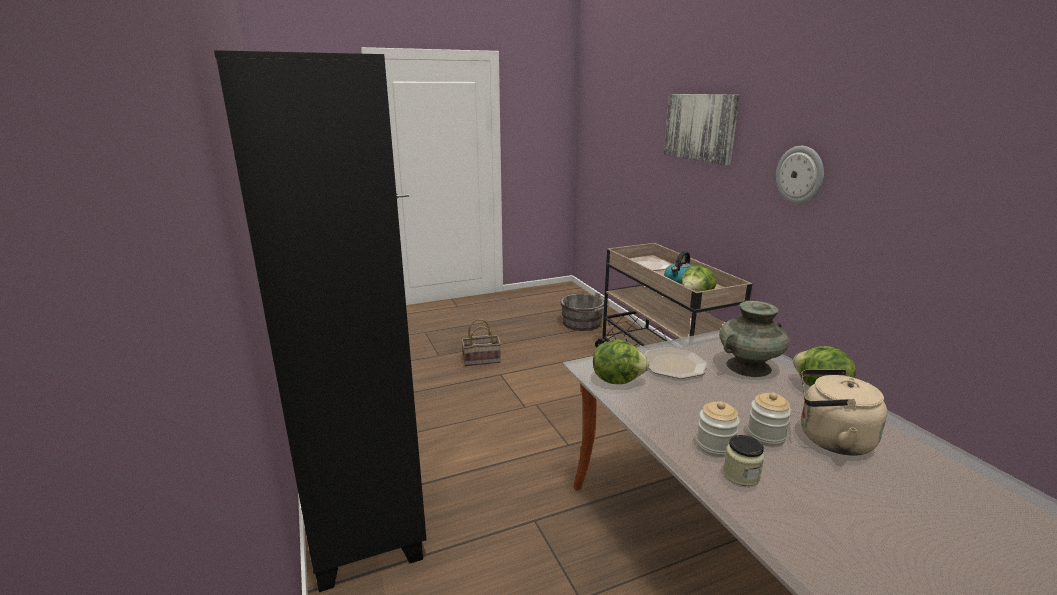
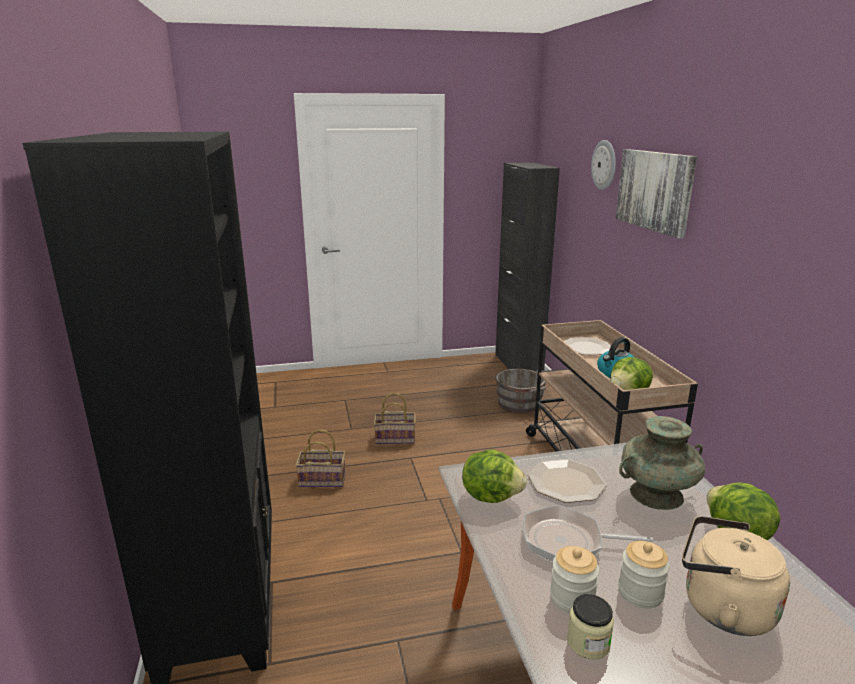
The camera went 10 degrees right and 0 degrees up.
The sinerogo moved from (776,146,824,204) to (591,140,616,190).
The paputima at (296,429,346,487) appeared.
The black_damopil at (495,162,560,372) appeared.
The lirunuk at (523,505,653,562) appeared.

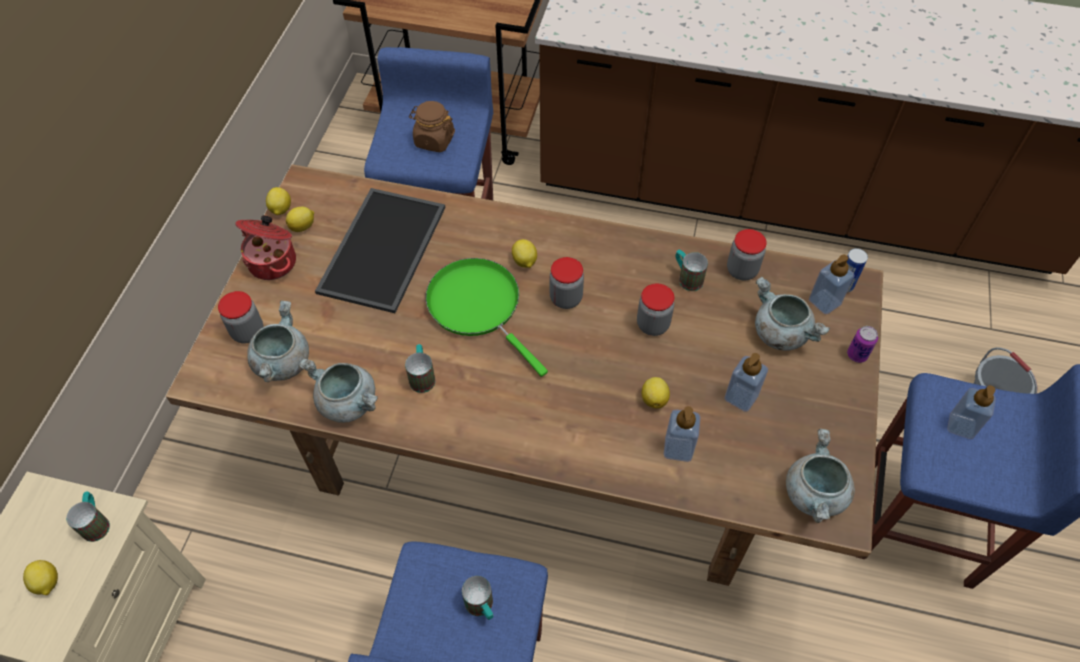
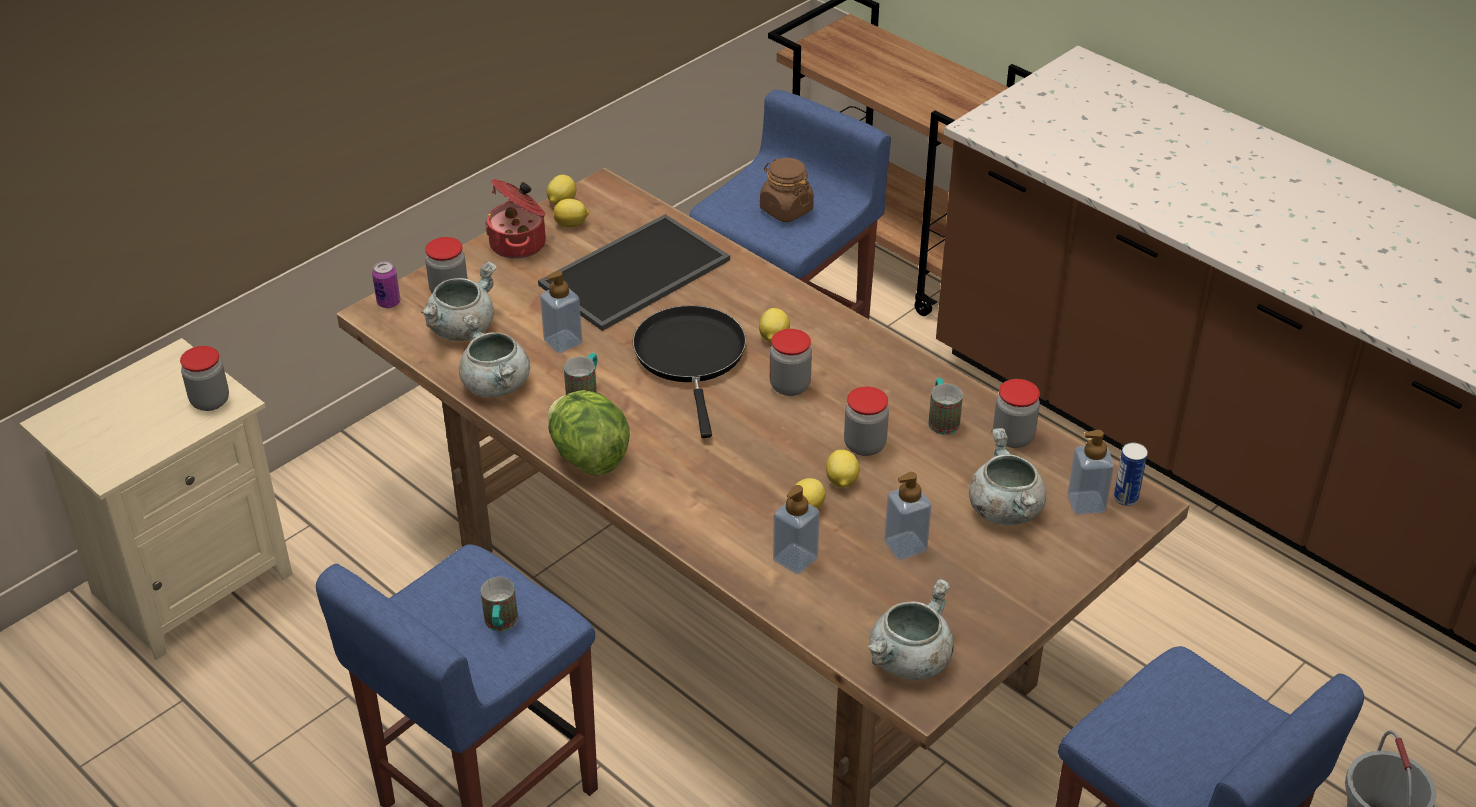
The camera went 30 degrees right and 15 degrees down.
The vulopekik moved from (23,560,58,595) to (826,450,860,488).
The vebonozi at (66,492,110,542) was replaced by the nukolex at (180,346,229,411).
The green_lirunuk at (426,258,548,377) became the black_lirunuk at (633,305,746,438).
The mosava moved from (847,326,878,363) to (372,261,400,308).
The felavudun moved from (947,385,996,439) to (540,271,582,353).
The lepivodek at (548,390,630,476) appeared.

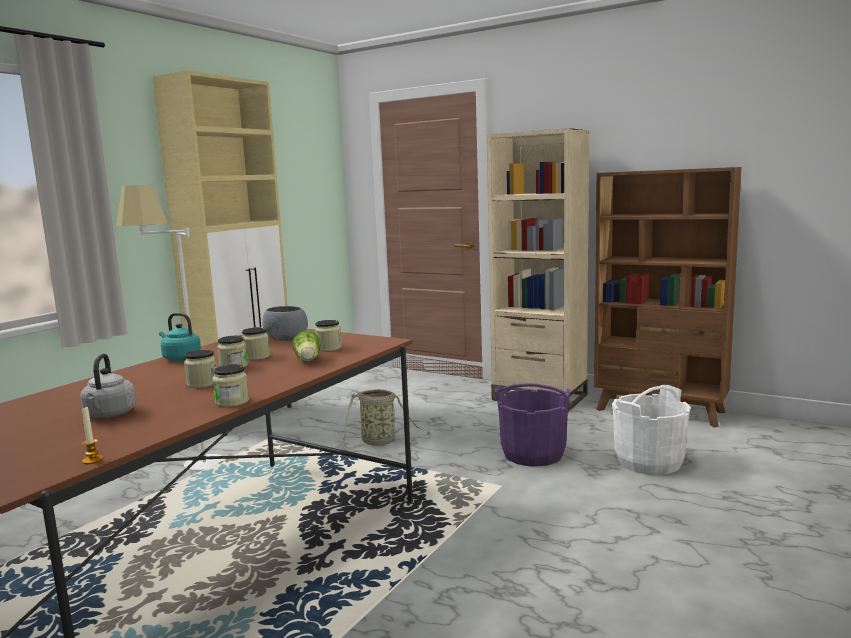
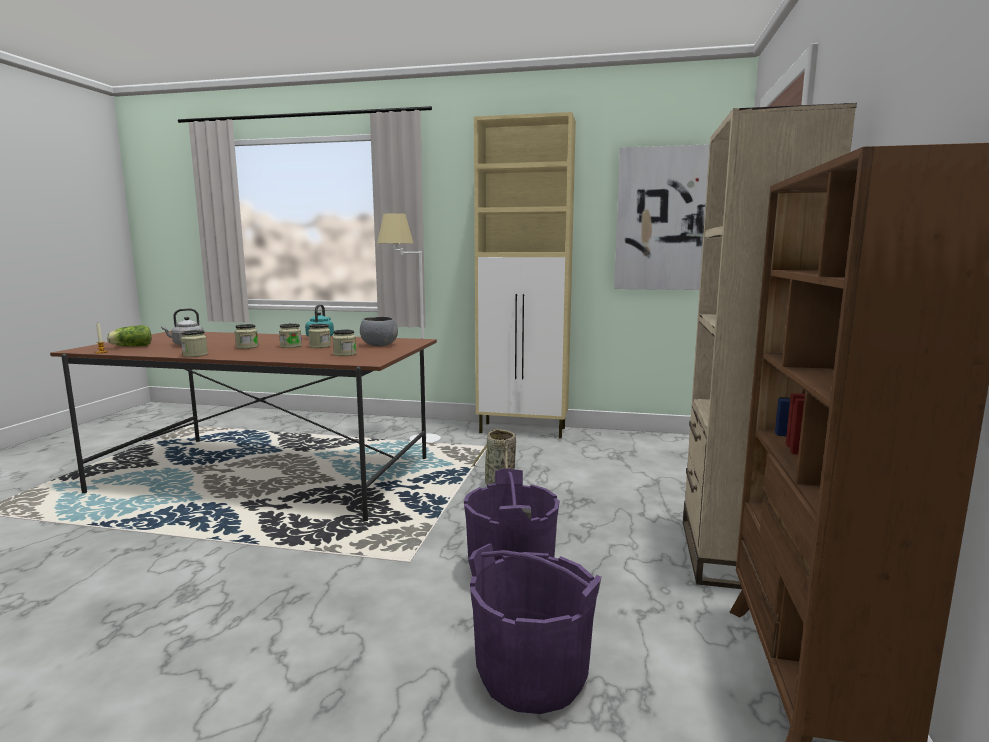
The camera went 70 degrees right and 0 degrees up.
The lepivodek moved from (293,330,321,361) to (107,325,152,347).
The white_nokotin at (612,385,690,475) became the purple_nokotin at (469,544,602,714).
The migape at (614,144,710,290) appeared.

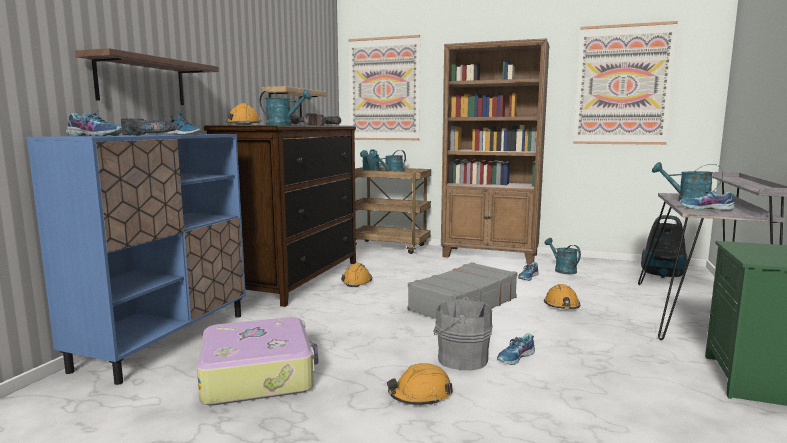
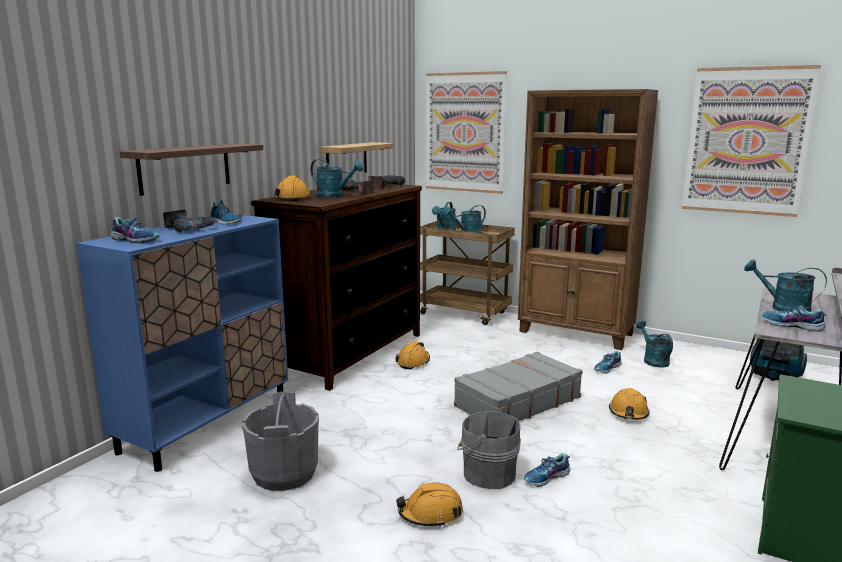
The camera went 10 degrees right and 5 degrees up.
The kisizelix at (197,317,318,406) was replaced by the grey_nokotin at (242,392,319,491).

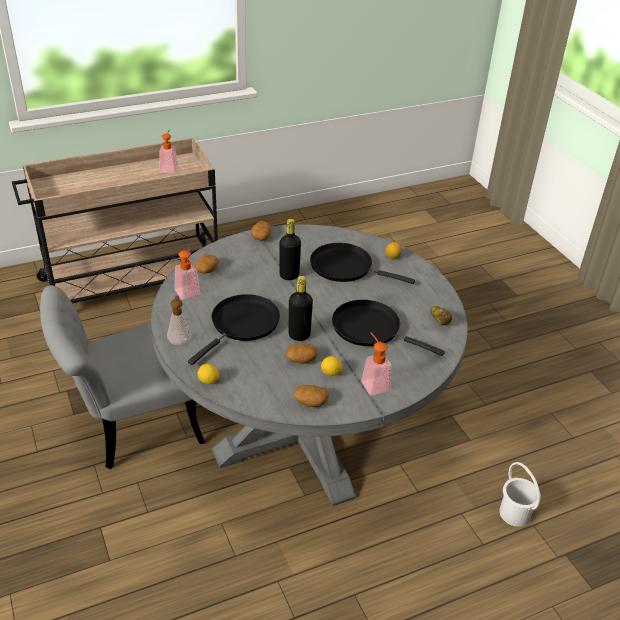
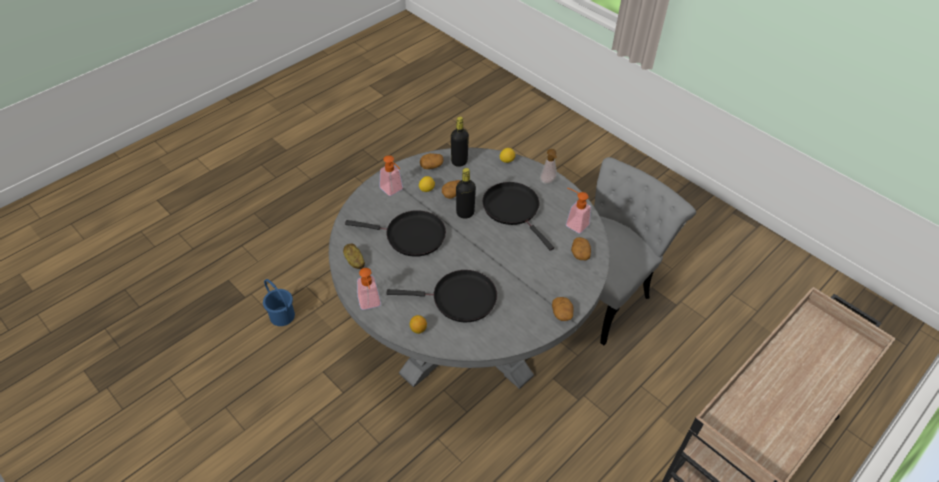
The camera went 160 degrees right and 10 degrees up.
The felavudun moved from (159,129,178,173) to (357,268,381,310).
The black_lirunuk at (188,294,280,365) turned 135 degrees clockwise.
The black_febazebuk moved from (279,219,301,280) to (451,117,469,167).
The white_nokotin at (499,462,541,527) became the blue_nokotin at (263,279,295,326).

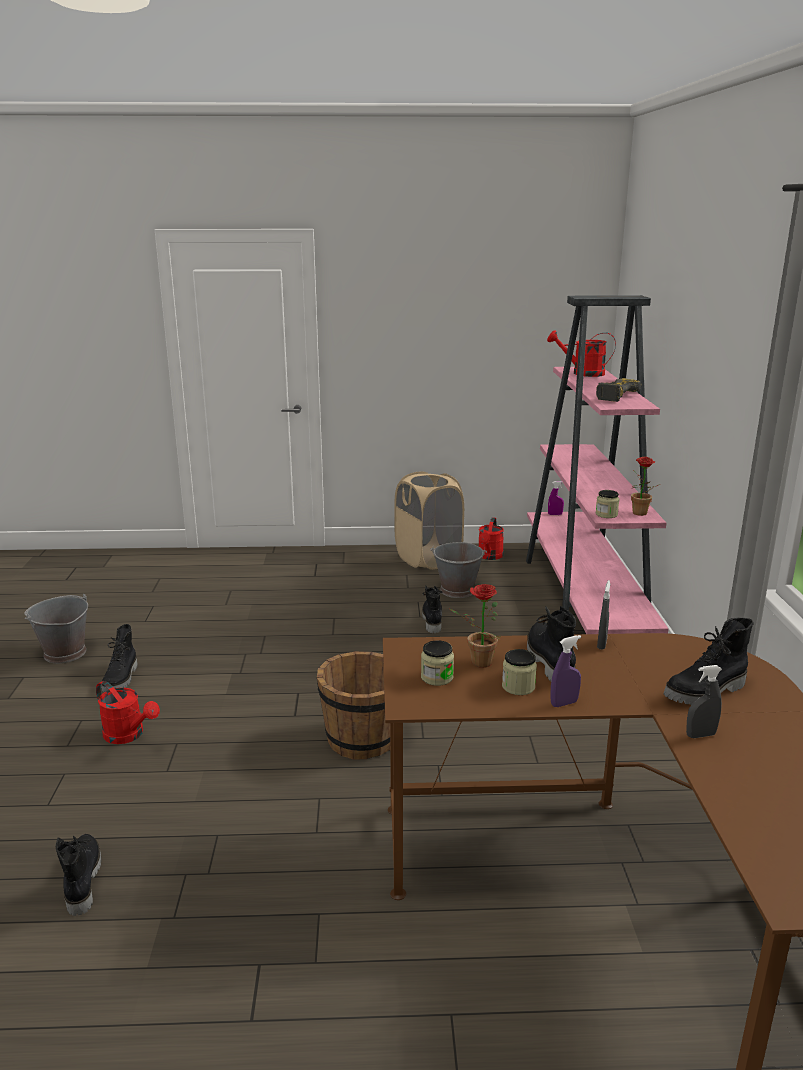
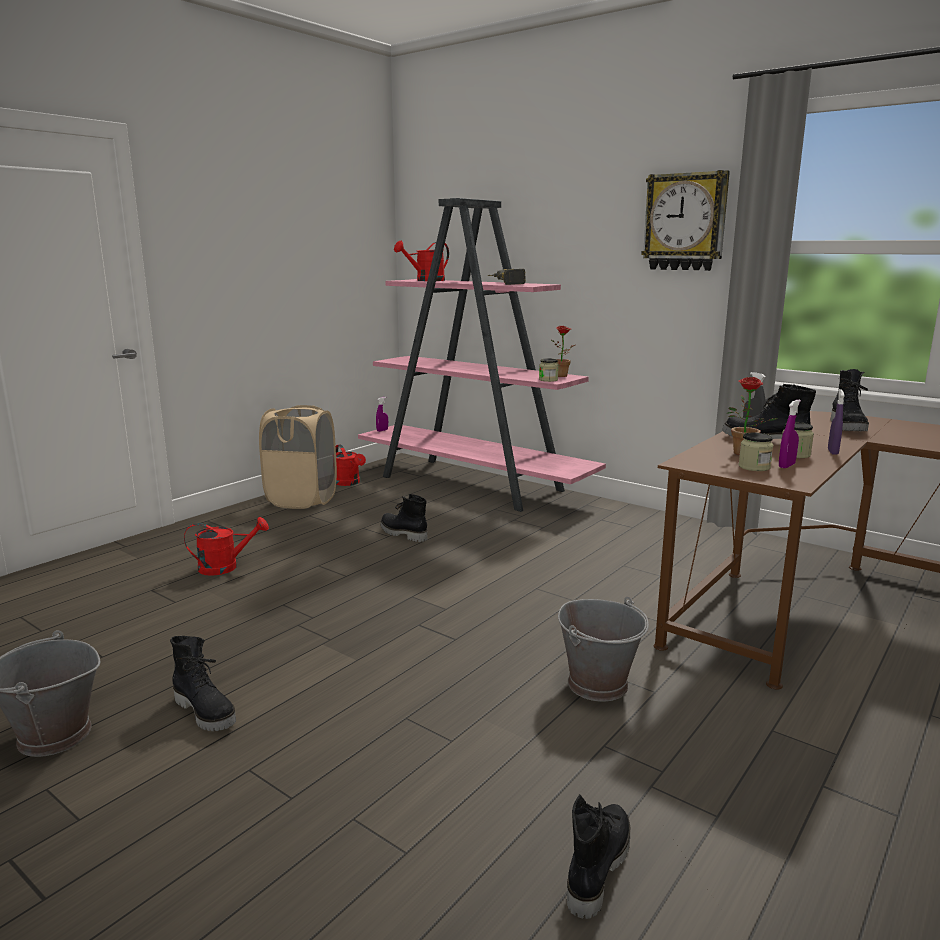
The camera went 50 degrees left and 5 degrees down.
The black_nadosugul at (56,834,101,916) turned 90 degrees clockwise.
The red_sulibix moved from (96,681,160,744) to (184,517,269,576).
The brown_nokotin at (317,651,390,759) disappeared.
The grey_nokotin moved from (430,542,487,598) to (558,597,649,702).
The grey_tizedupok at (686,665,722,738) disappeared.
The sinerogo at (641,170,730,271) appeared.
The purple_tizedupok at (779,400,801,468) appeared.

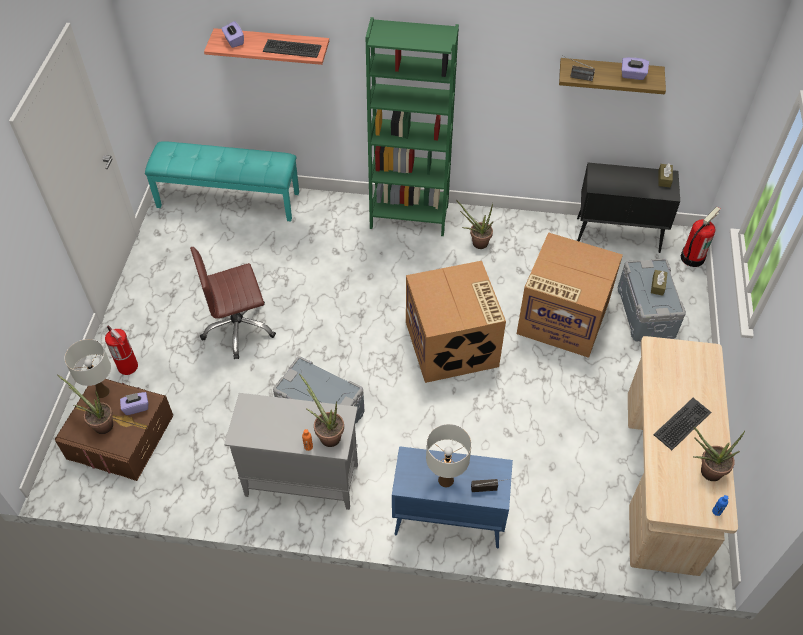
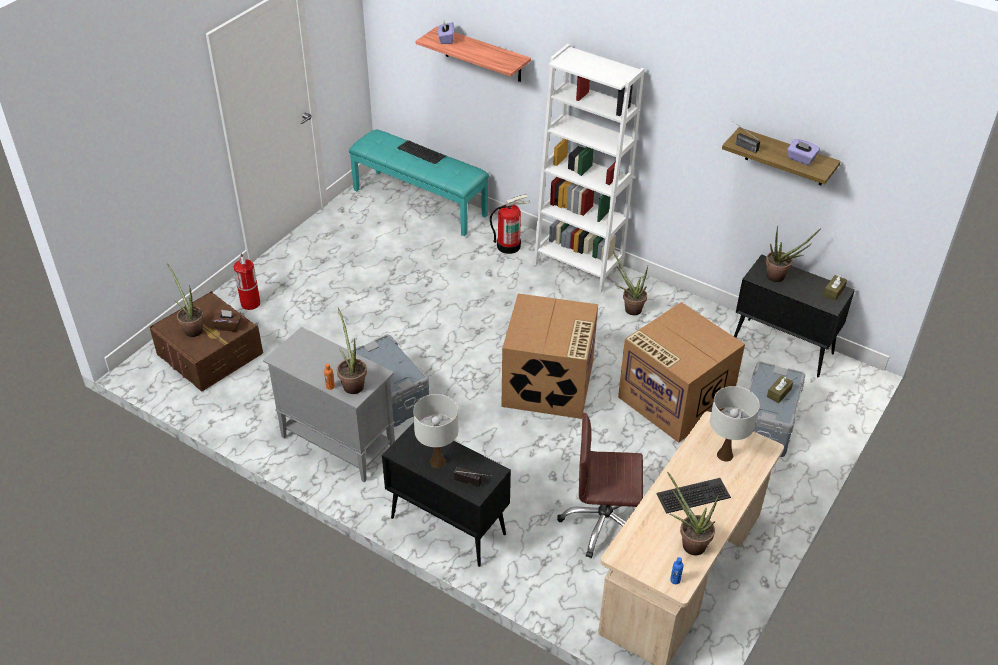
The camera went 25 degrees right and 10 degrees down.
The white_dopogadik moved from (65,339,111,398) to (710,386,760,462).
The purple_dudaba at (120,392,148,415) became the brown_dudaba at (212,310,241,331).
The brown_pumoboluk moved from (190,247,276,359) to (557,413,643,558).
The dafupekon moved from (263,39,321,58) to (397,140,446,164).
The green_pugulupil at (366,17,459,236) became the white_pugulupil at (534,44,644,293).
The blue_damopil at (392,446,513,549) became the black_damopil at (382,422,511,567).
The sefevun moved from (681,207,720,267) to (490,194,530,254).
The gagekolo at (766,226,821,282) appeared.

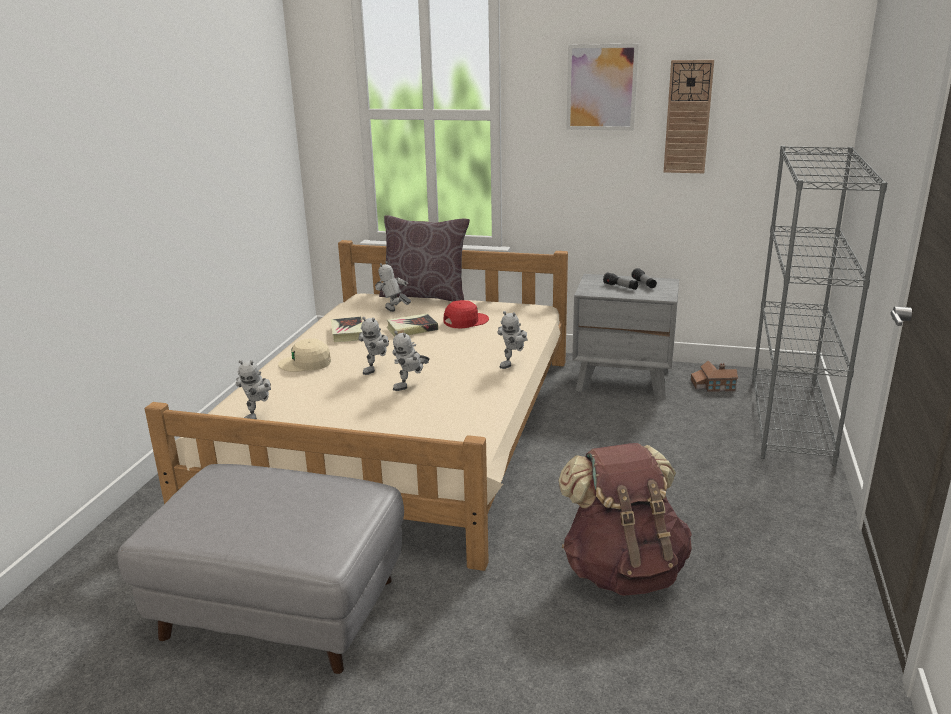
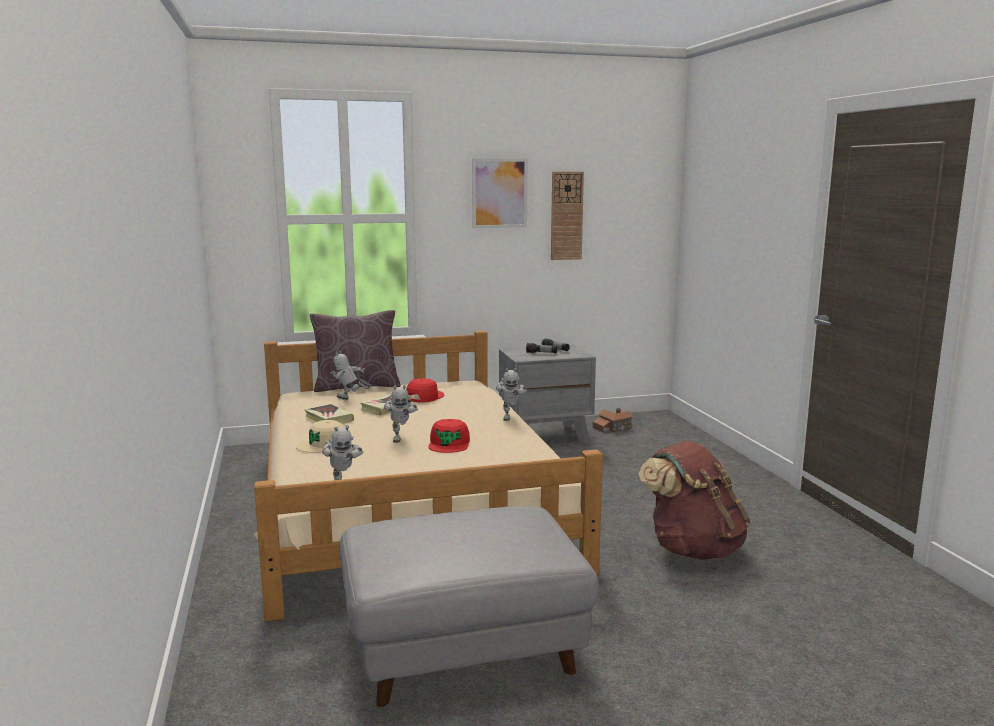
The camera went 30 degrees left and 10 degrees down.
The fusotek at (392,331,430,391) was replaced by the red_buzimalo at (429,419,470,453).
The grey_pugulupil at (752,146,887,467) disappeared.

